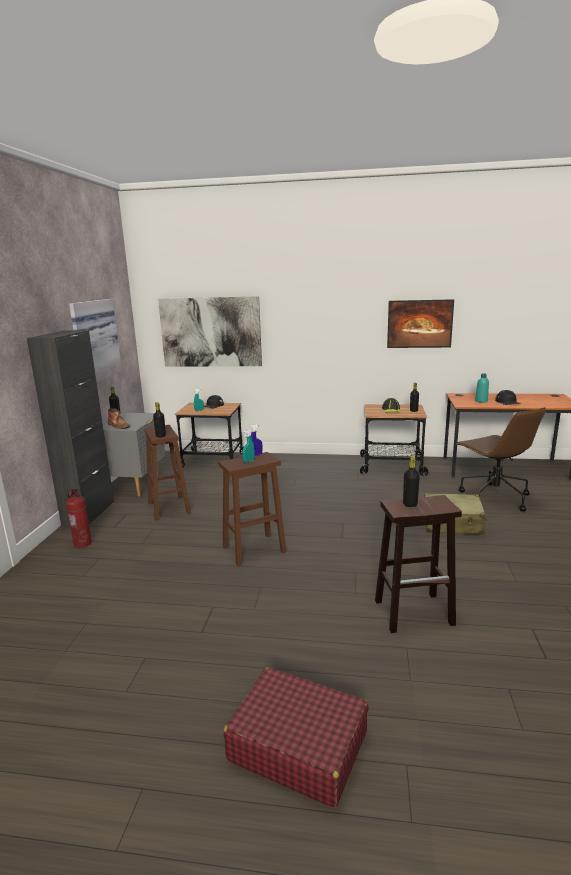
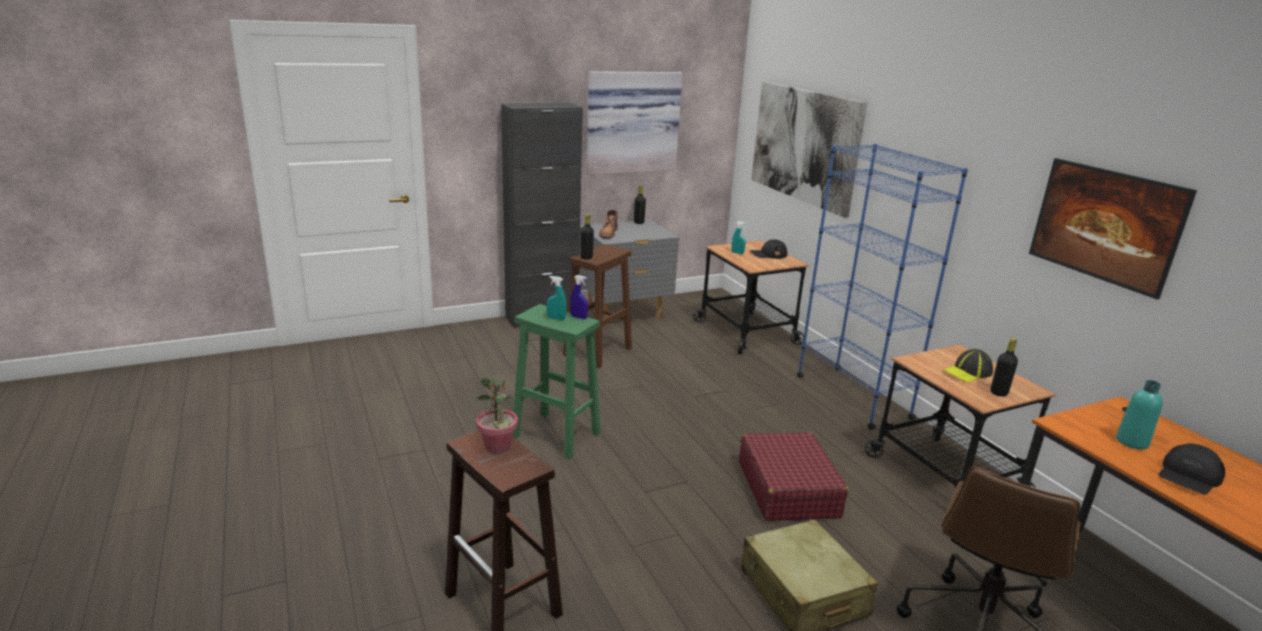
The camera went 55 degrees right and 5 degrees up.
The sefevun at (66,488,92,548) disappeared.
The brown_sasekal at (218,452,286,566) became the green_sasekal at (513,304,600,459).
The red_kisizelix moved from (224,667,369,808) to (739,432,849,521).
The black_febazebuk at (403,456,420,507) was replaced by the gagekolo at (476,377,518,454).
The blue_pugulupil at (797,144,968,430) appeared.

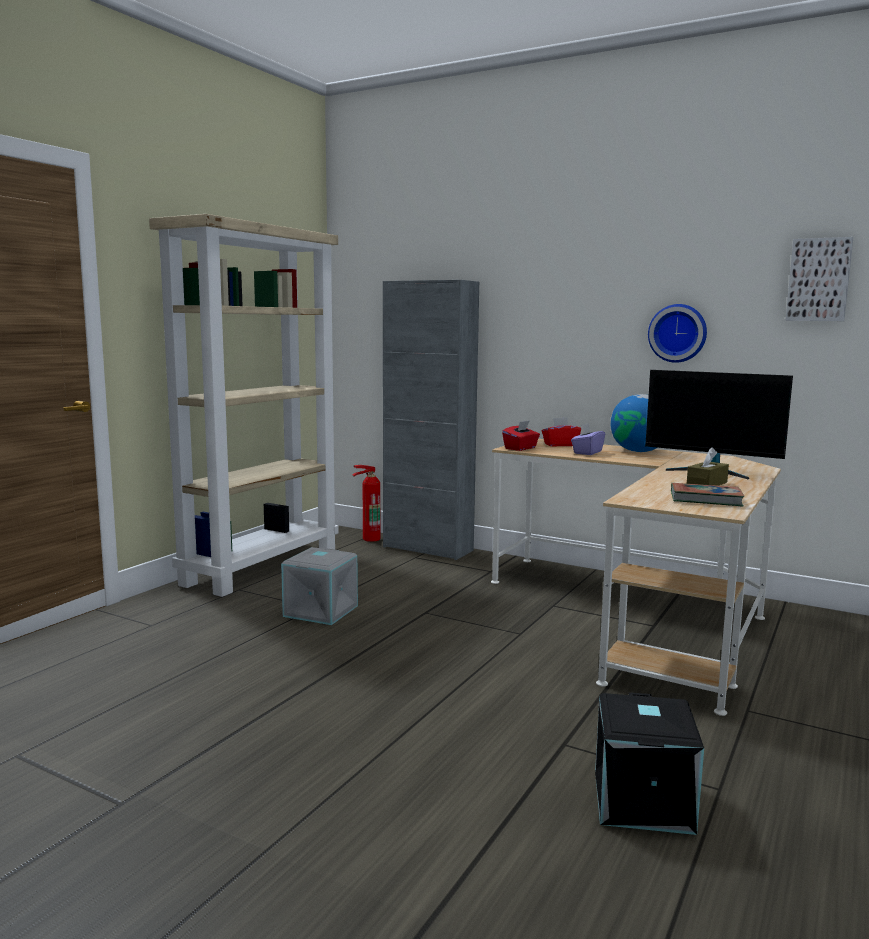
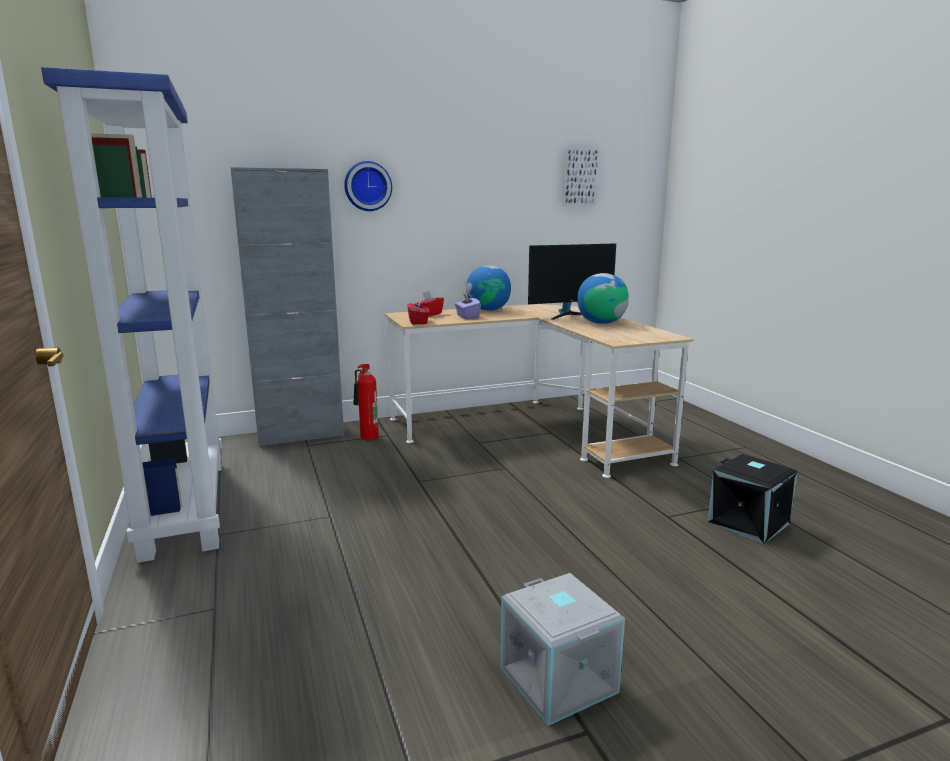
The camera went 50 degrees left and 5 degrees up.
The beige_pugulupil at (149,214,339,597) became the blue_pugulupil at (41,67,222,563).
The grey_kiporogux moved from (281,547,358,625) to (500,573,625,726).
The sefevun moved from (353,465,380,542) to (353,364,379,440).
The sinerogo moved from (648,304,707,363) to (344,161,392,211).
The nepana at (671,483,744,506) disappeared.
The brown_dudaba at (687,447,729,486) was replaced by the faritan at (577,273,629,324).

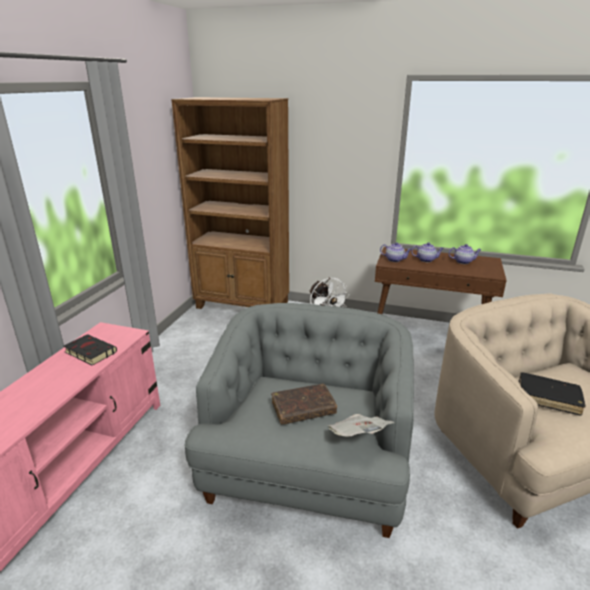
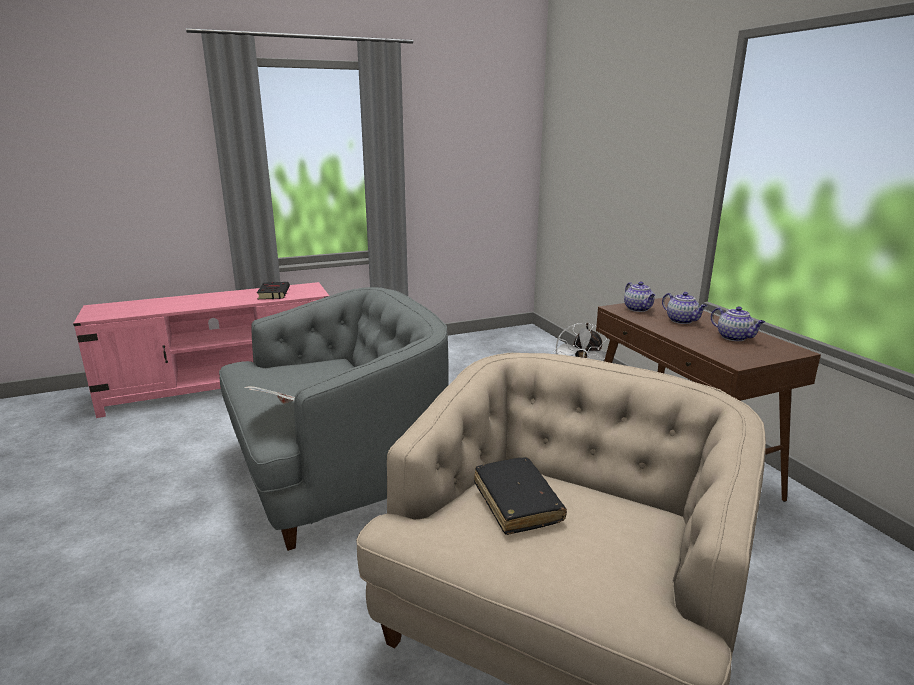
The camera went 50 degrees right and 5 degrees down.
The brown_pugulupil at (171,97,289,309) disappeared.
The brown_nepana at (271,384,337,424) disappeared.

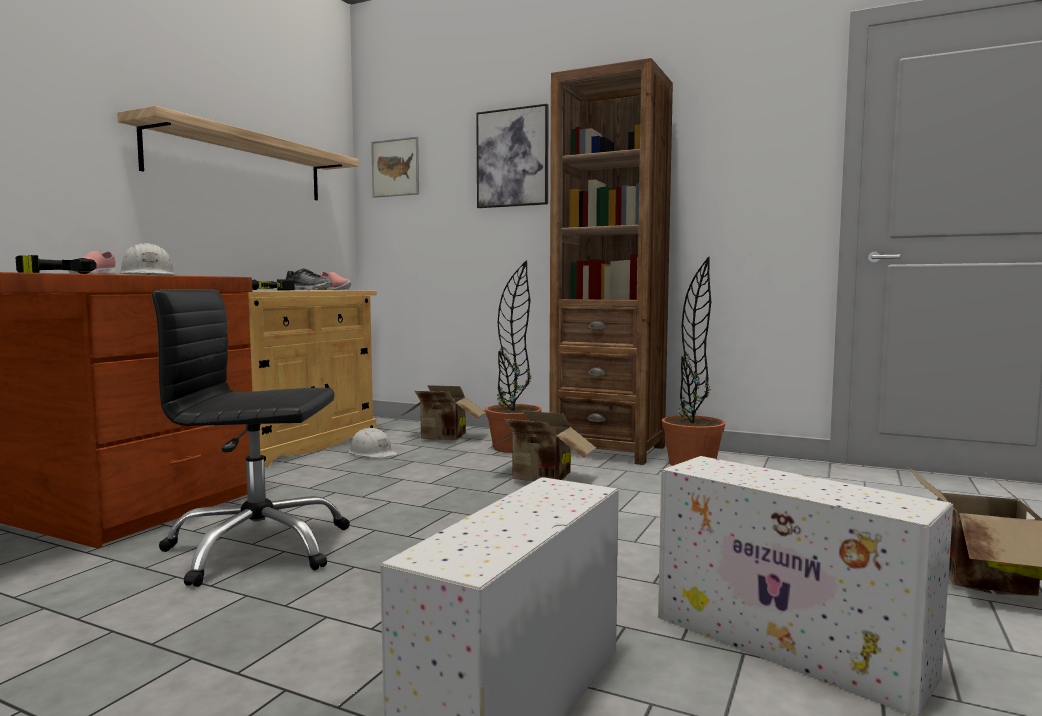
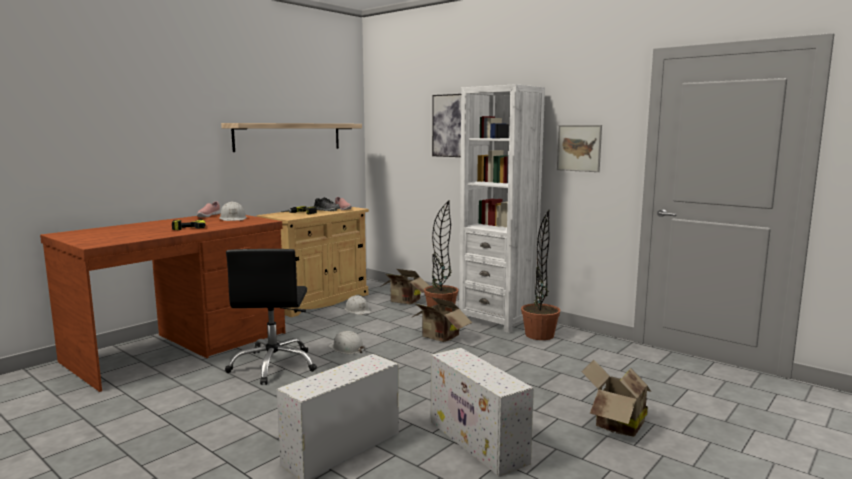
The camera went 15 degrees right and 5 degrees up.
The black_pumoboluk at (152,289,350,587) turned 105 degrees counterclockwise.
The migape moved from (371,136,419,198) to (557,125,602,172).
The brown_pugulupil at (549,58,673,465) became the white_pugulupil at (459,84,545,333).
The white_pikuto at (328,331,365,354) appeared.

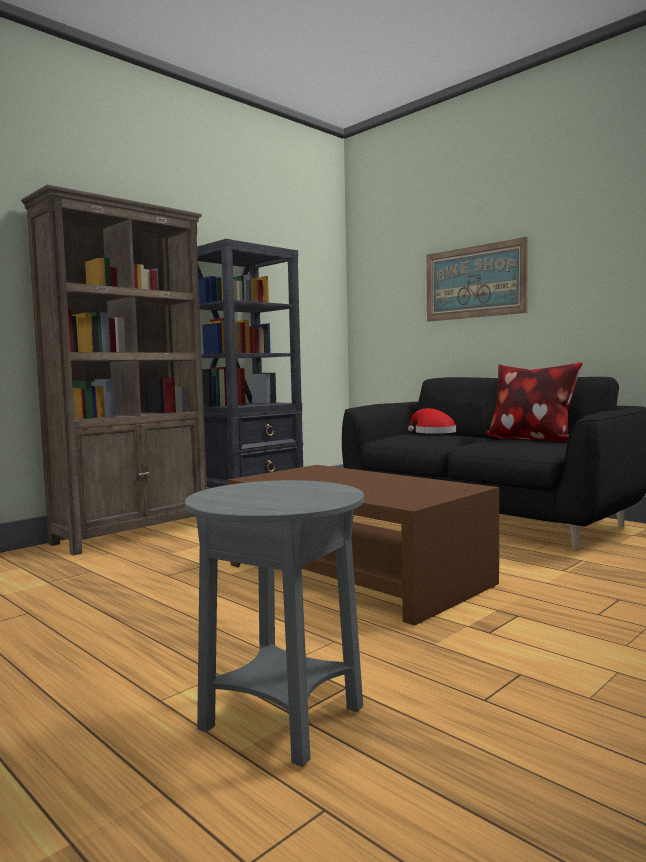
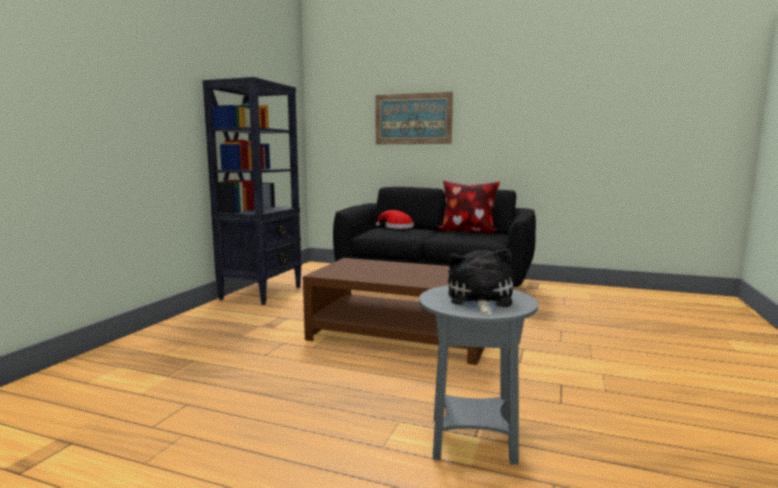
The camera went 25 degrees left and 5 degrees up.
The brown_pugulupil at (21,184,207,555) disappeared.
The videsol at (448,248,514,315) appeared.

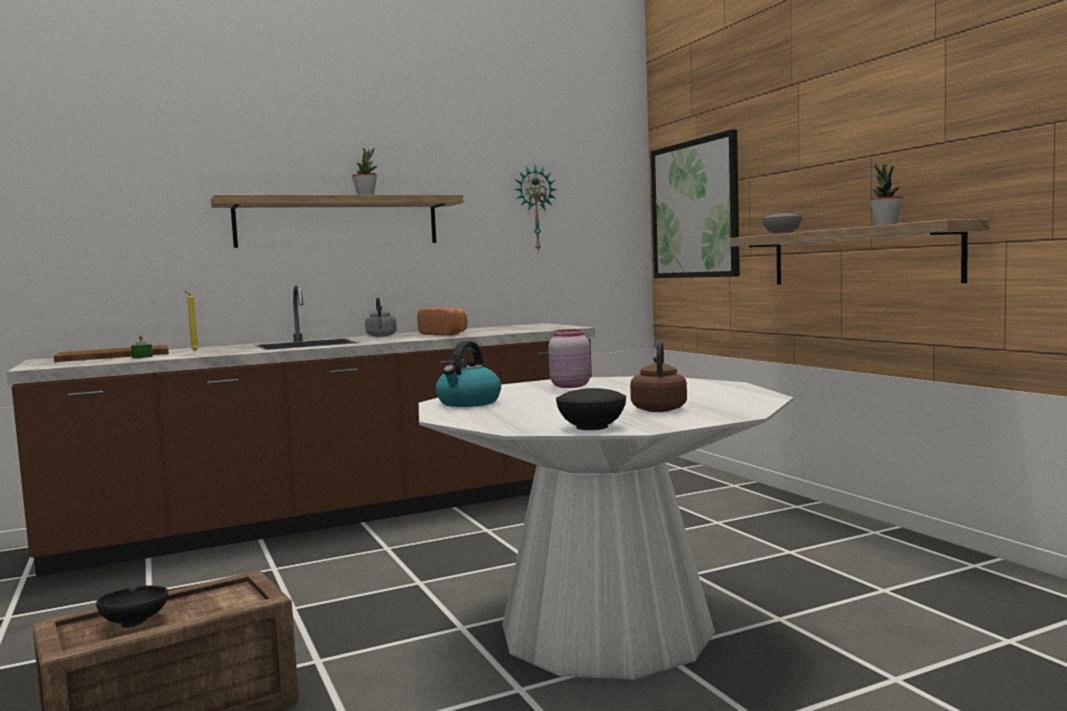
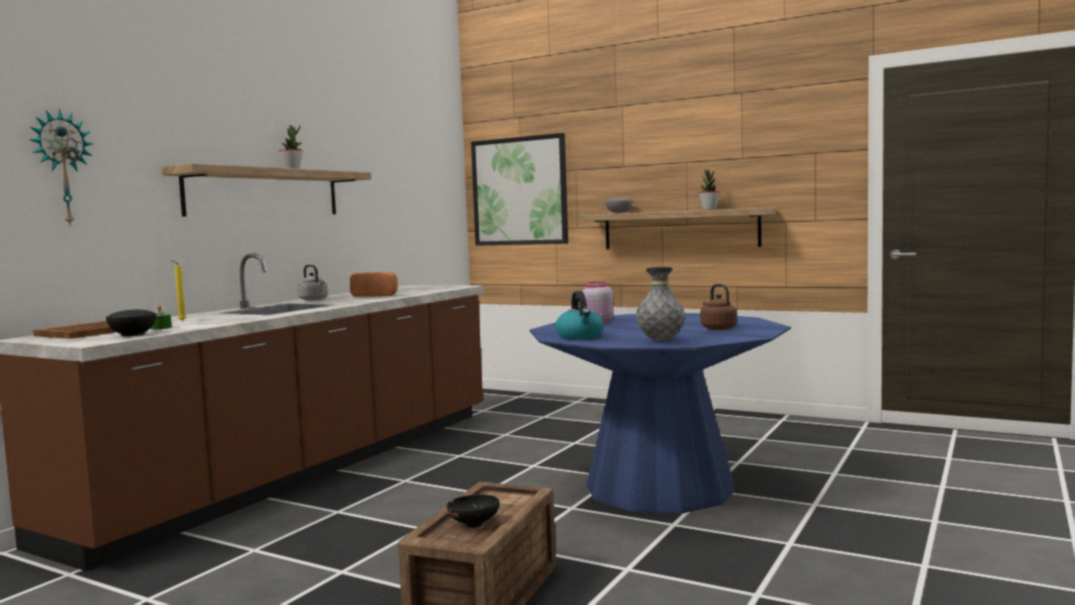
The camera went 35 degrees left and 0 degrees up.
The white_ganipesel at (419,377,793,679) became the blue_ganipesel at (530,313,791,514).
The sinerogo moved from (515,165,557,252) to (29,109,93,227).
The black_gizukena moved from (556,388,626,430) to (106,310,157,336).
The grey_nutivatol at (636,267,685,341) appeared.

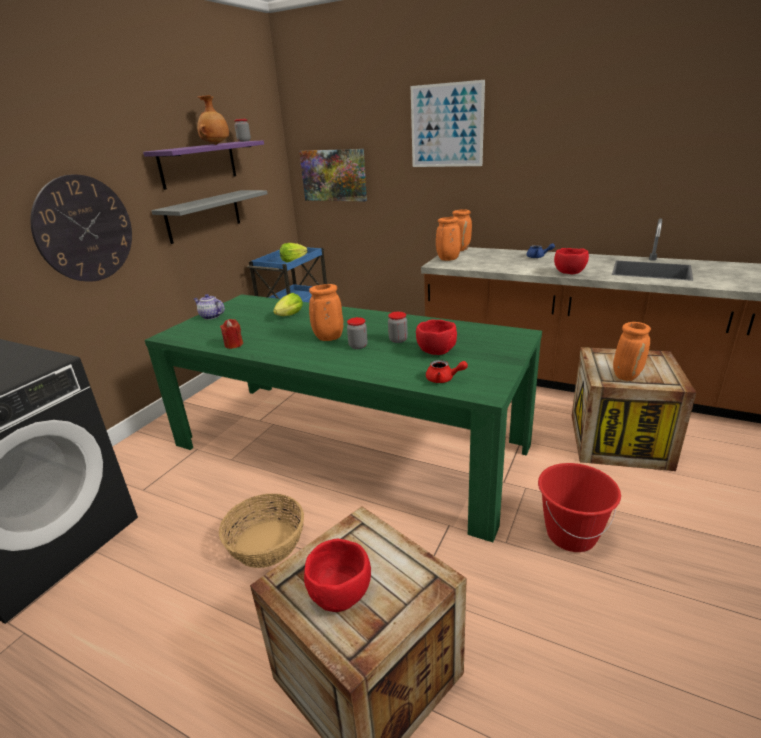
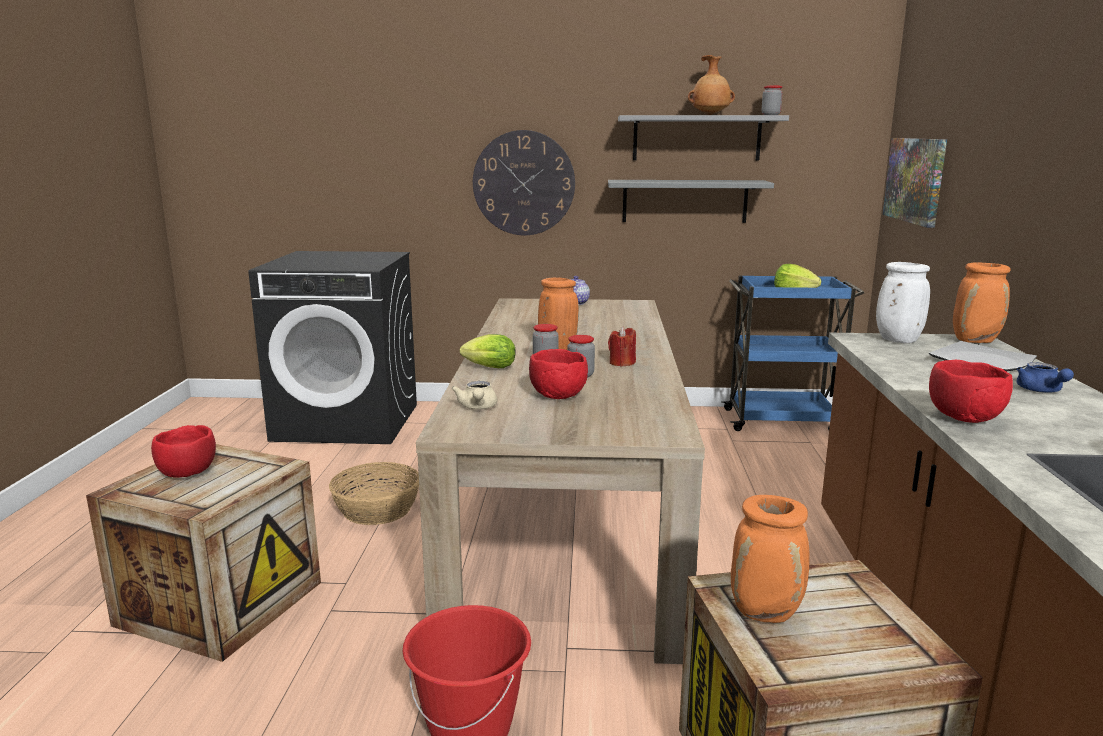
The camera went 65 degrees right and 10 degrees down.
The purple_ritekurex at (143,141,264,190) became the grey_ritekurex at (618,115,789,161).
The green_ganipesel at (145,294,542,542) became the beige_ganipesel at (416,298,705,664).
The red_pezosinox moved from (220,319,243,349) to (608,327,636,367).
The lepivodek moved from (273,293,303,316) to (460,334,516,368).
The migape at (411,80,485,167) disappeared.
The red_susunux at (426,360,468,383) became the beige_susunux at (451,381,497,409).
The orange_nutivatol at (436,217,461,261) became the white_nutivatol at (876,262,930,343).
The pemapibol at (929,341,1037,372) appeared.

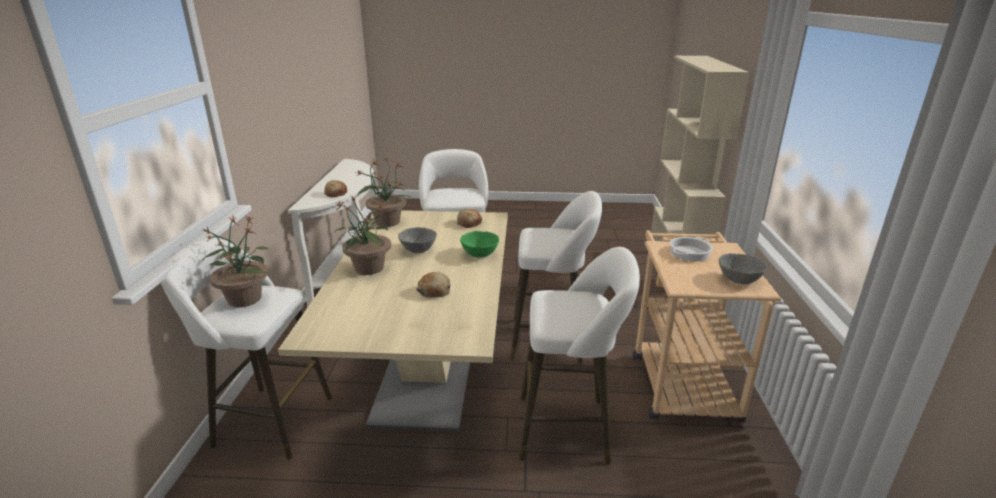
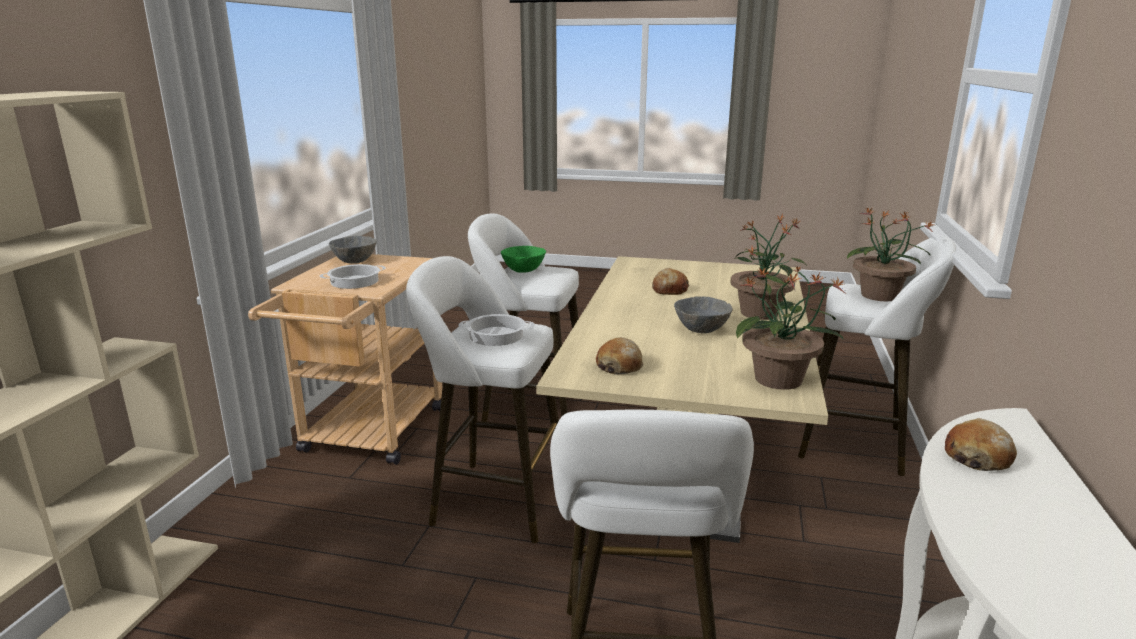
The camera went 170 degrees left and 5 degrees down.
The green_gizukena moved from (460,231,499,258) to (501,246,546,273).
The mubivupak at (459,314,534,346) appeared.

